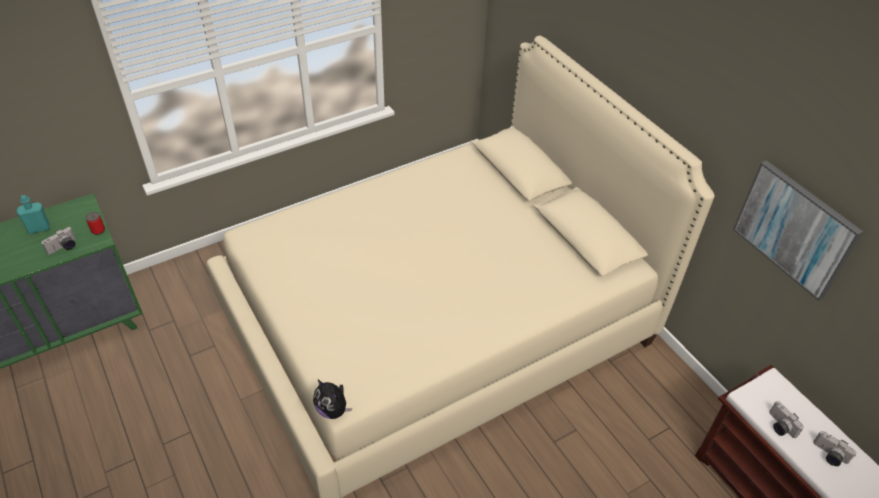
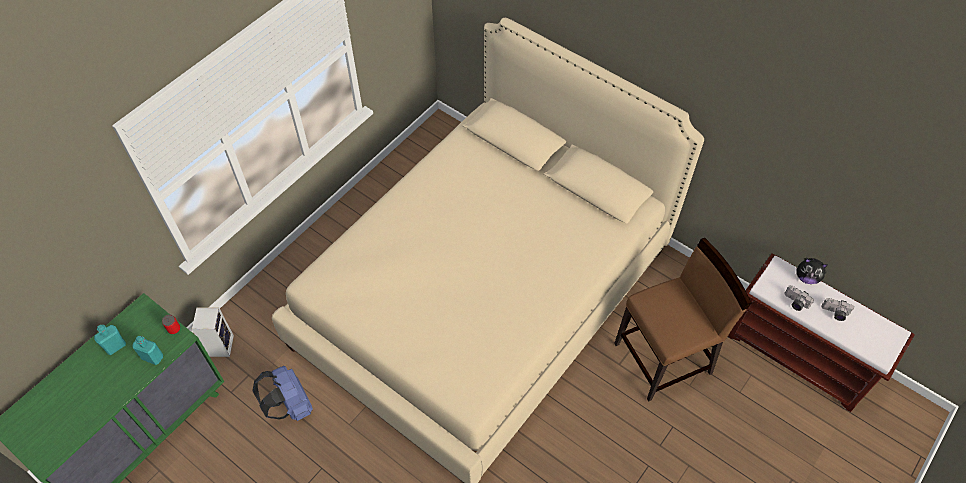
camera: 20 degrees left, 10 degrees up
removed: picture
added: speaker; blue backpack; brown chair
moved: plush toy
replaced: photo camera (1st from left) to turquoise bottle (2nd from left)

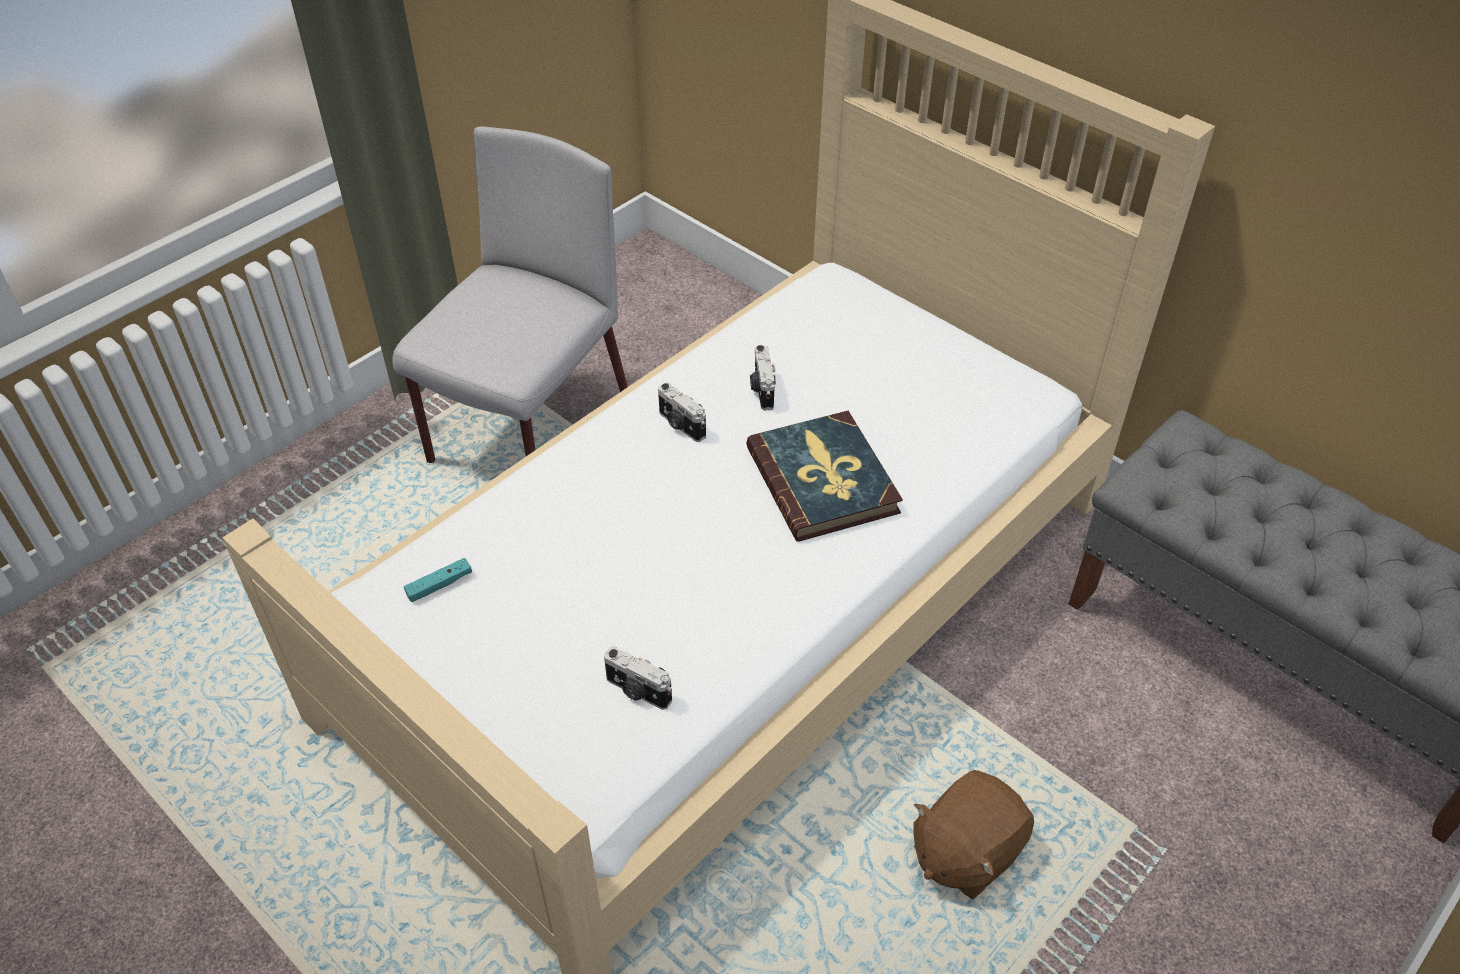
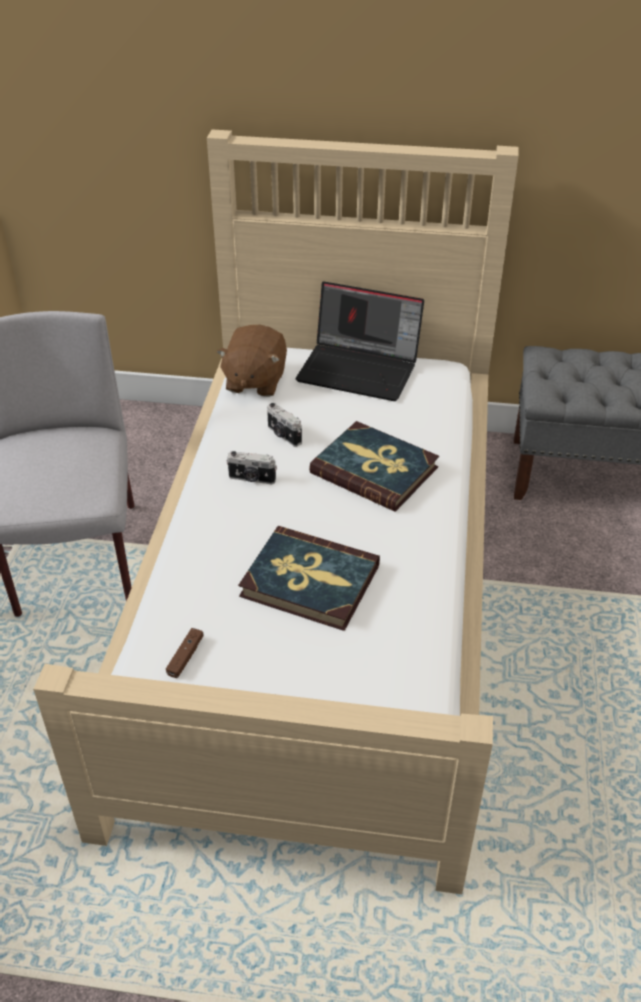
camera: 35 degrees left, 5 degrees down
removed: photo camera (1st from left)
added: book (1st from left); laptop
moved: brown plush toy
recoloured: turquoise game controller to brown game controller

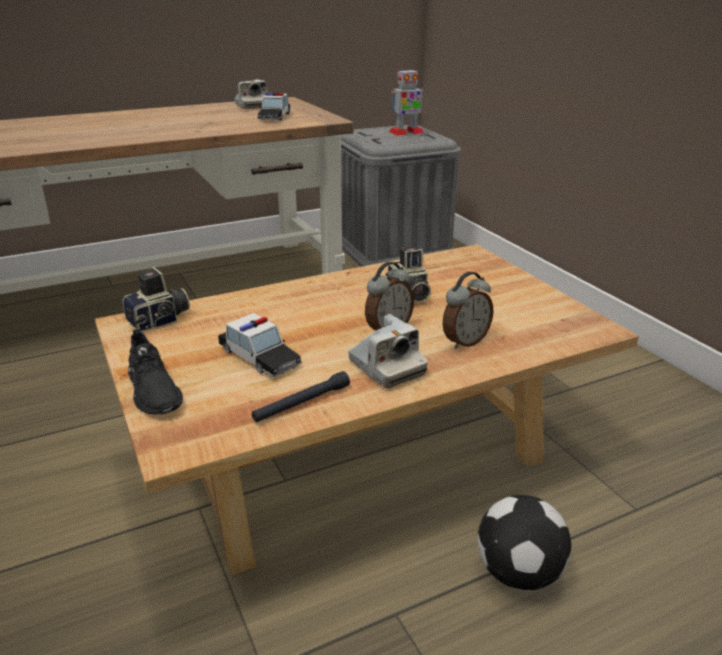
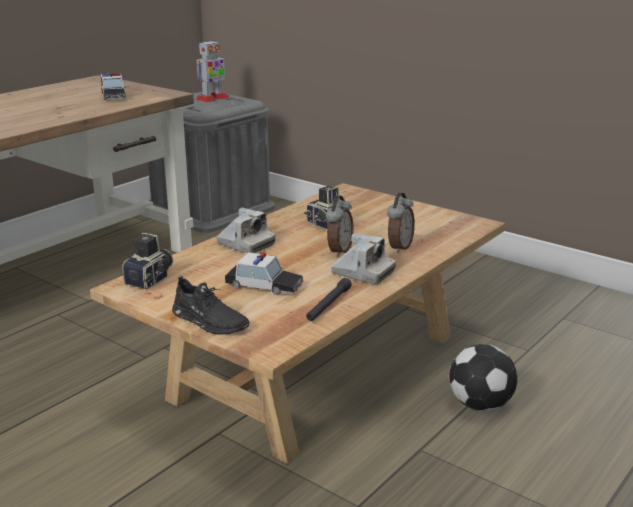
camera: 25 degrees left, 5 degrees down
moved: photo camera (2nd from left)

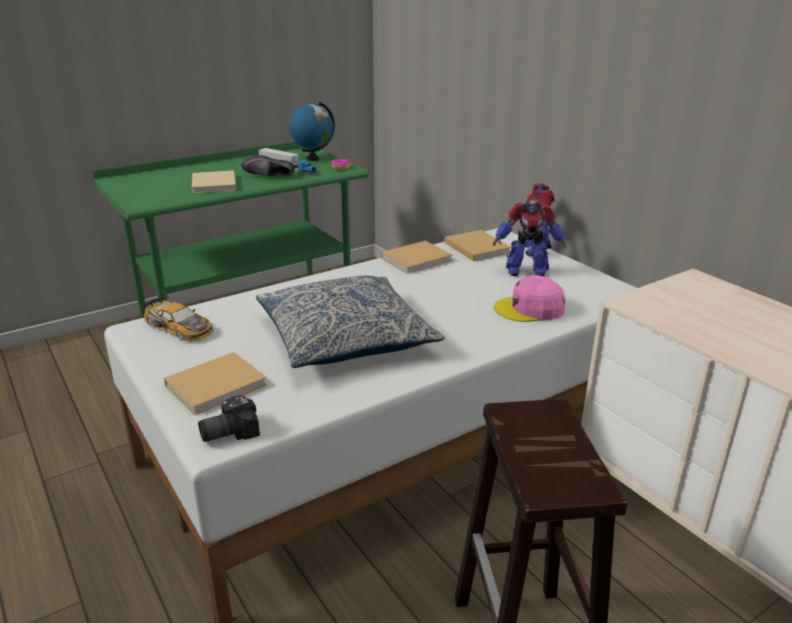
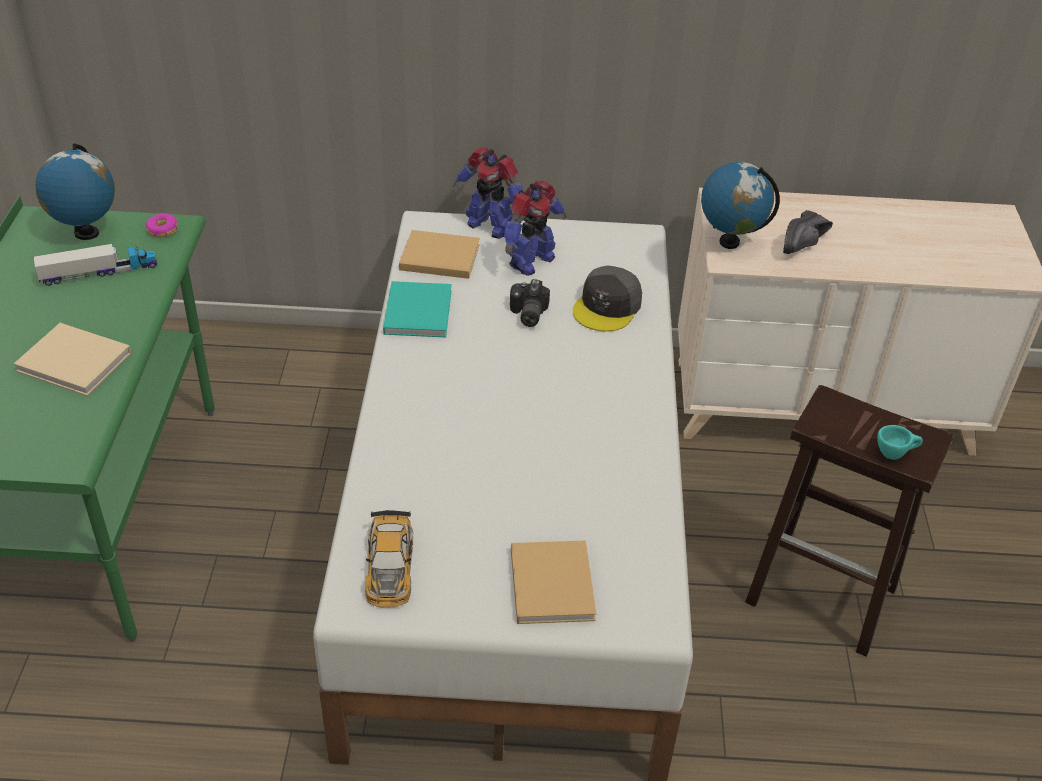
camera: 55 degrees left, 15 degrees up
removed: pillow
added: globe (2nd from left); turquoise cup
moved: photo camera; black shoe
recoloured: beige book (3rd from left) to turquoise book; pink cap to grey cap
turned: toy car 105 degrees clockwise

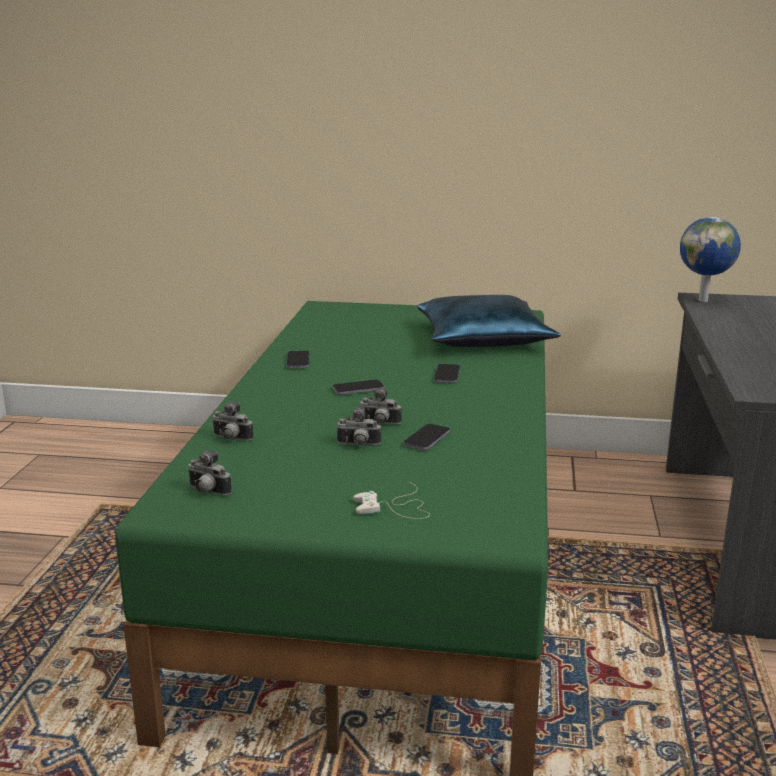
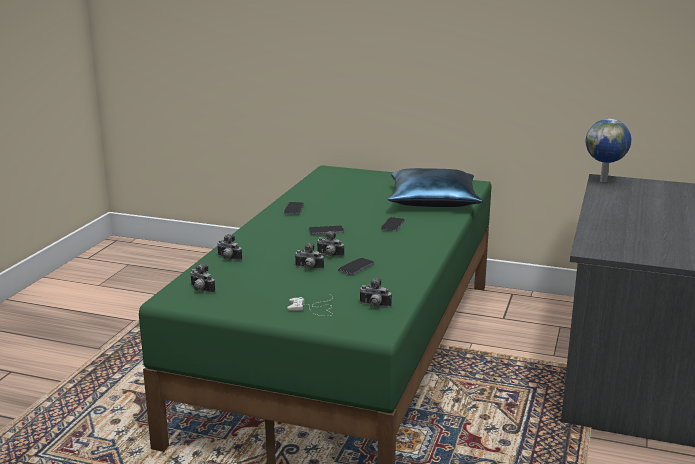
camera: 10 degrees right, 0 degrees up
added: photo camera (5th from left)

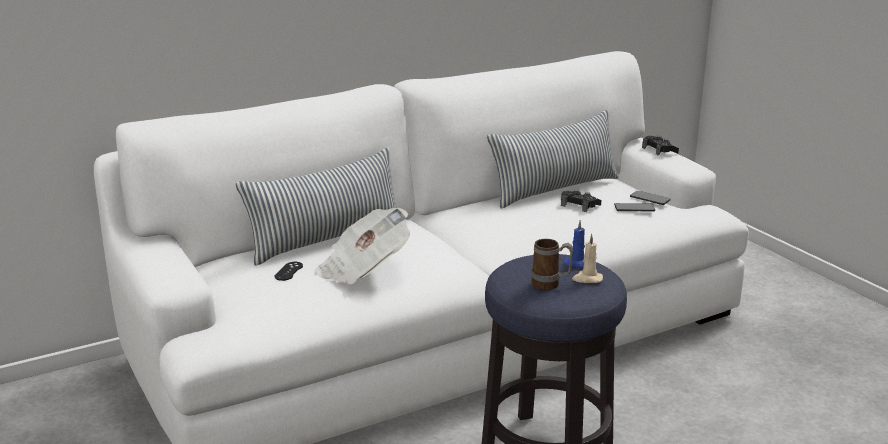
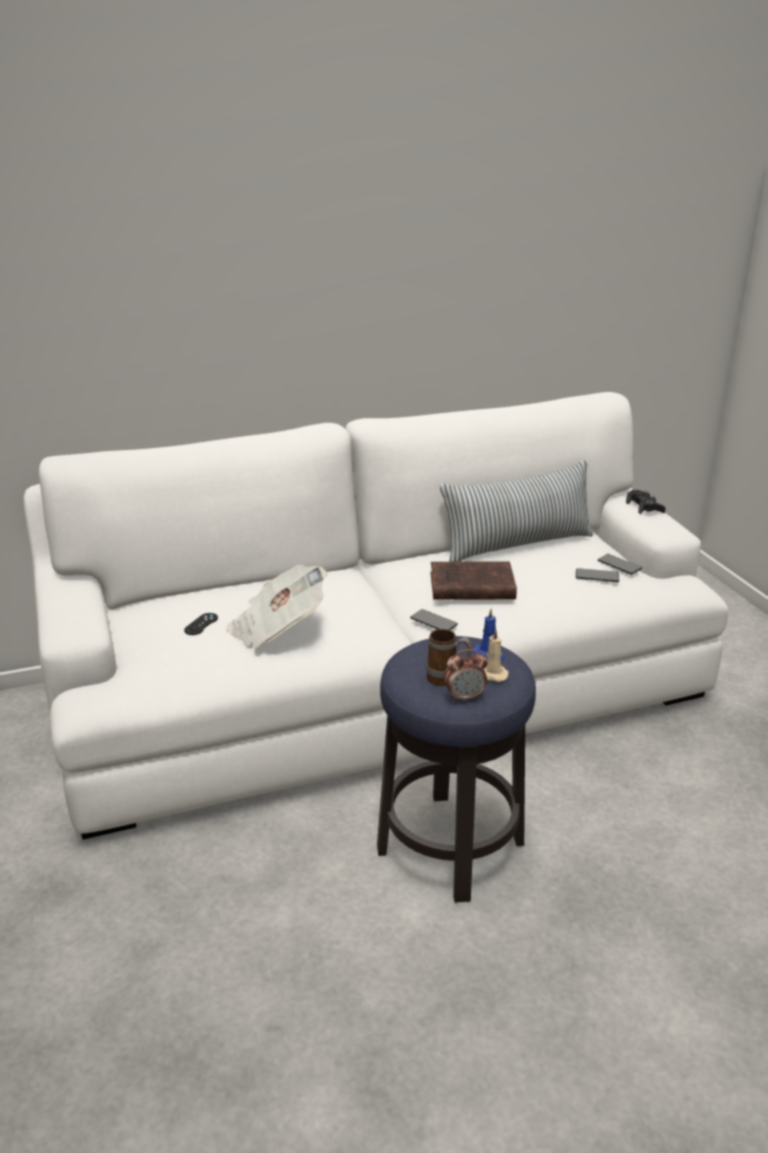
camera: 10 degrees right, 5 degrees up
removed: pillow (1st from left); black game controller (2nd from left)
added: phone (1st from left); brown book; alarm clock

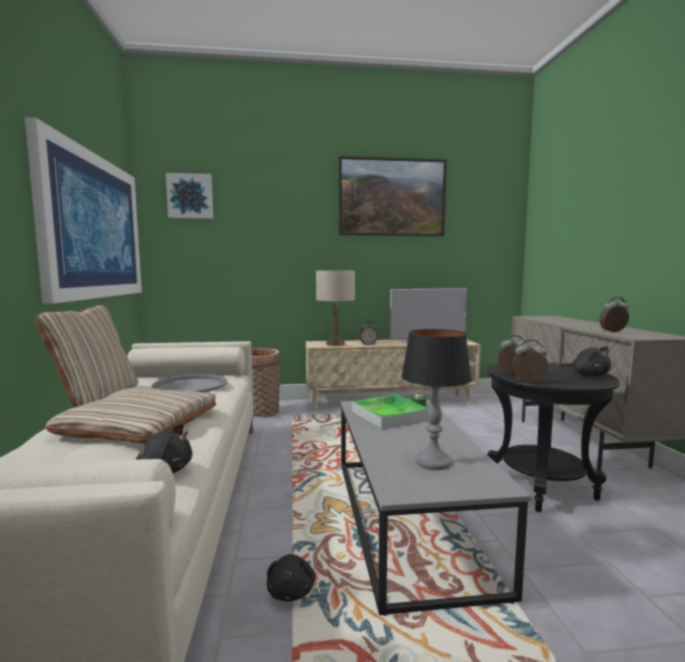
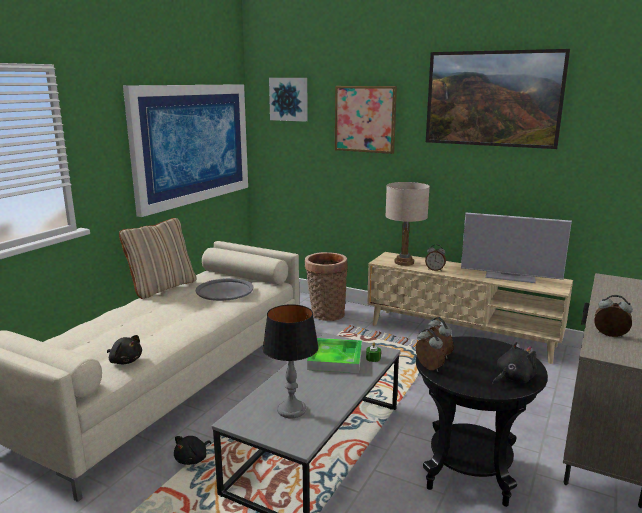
camera: 35 degrees right, 10 degrees up
removed: beige pillow (2nd from left)
added: picture (3rd from left)
turned: black plush toy (3rd from left) 120 degrees counterclockwise

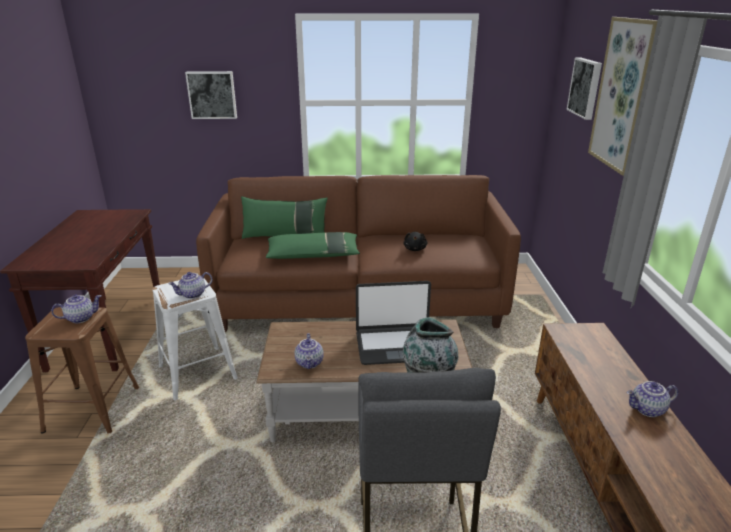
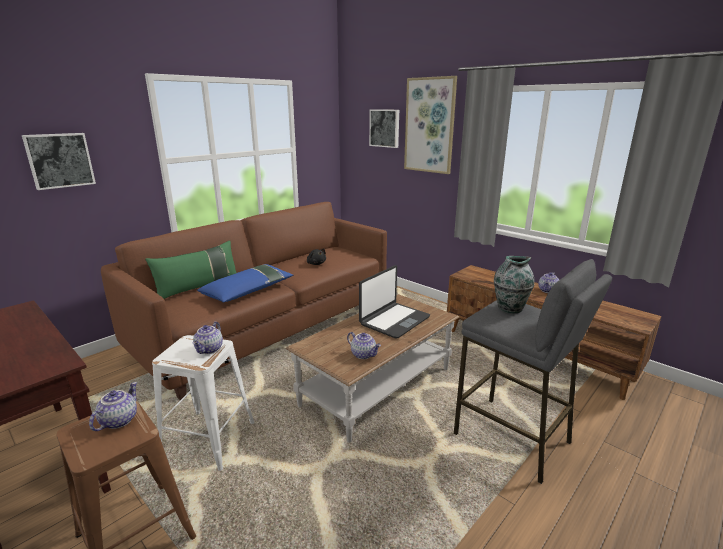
camera: 45 degrees left, 5 degrees down
recoloured: green pillow (2nd from left) to blue pillow

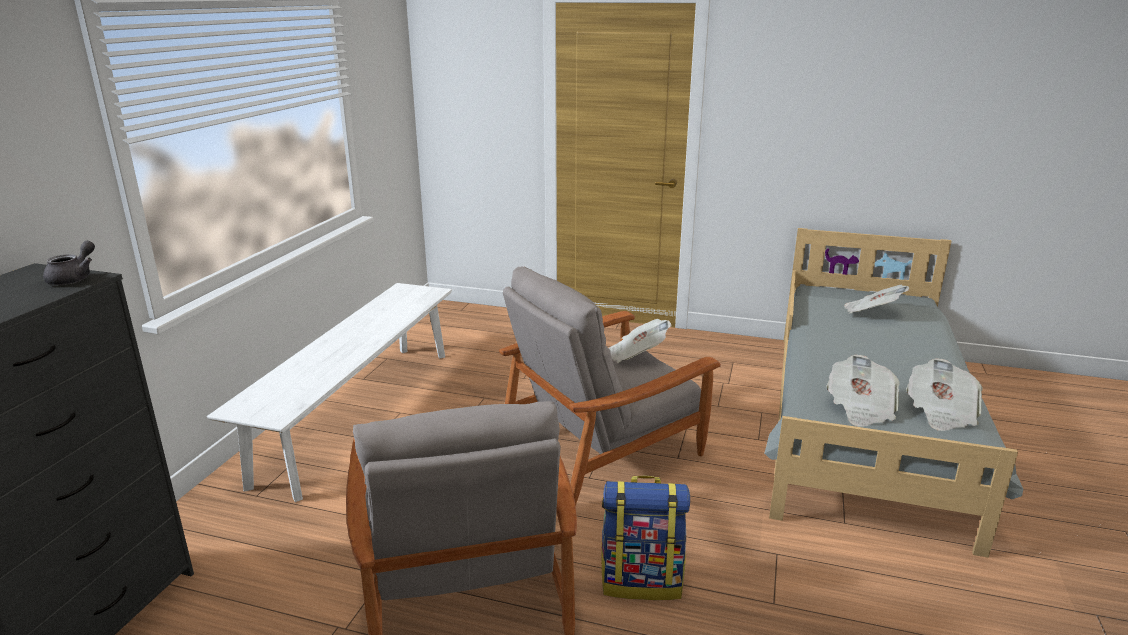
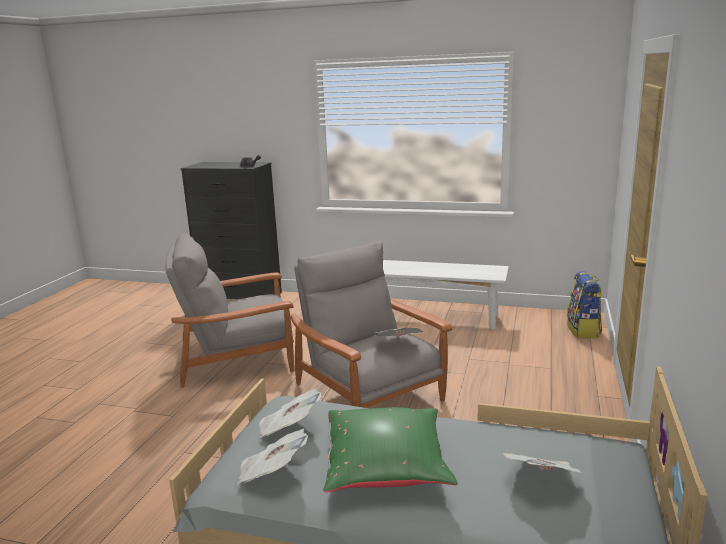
camera: 90 degrees right, 5 degrees down
added: green pillow
moved: backpack

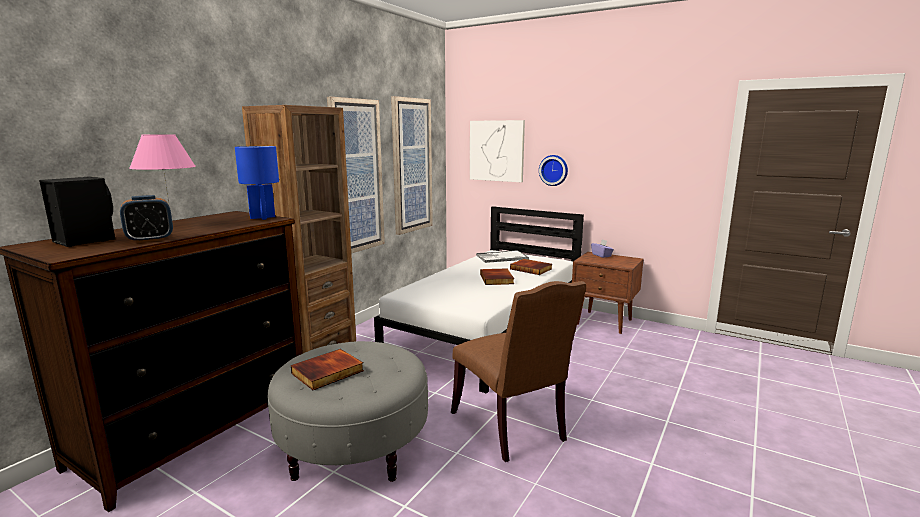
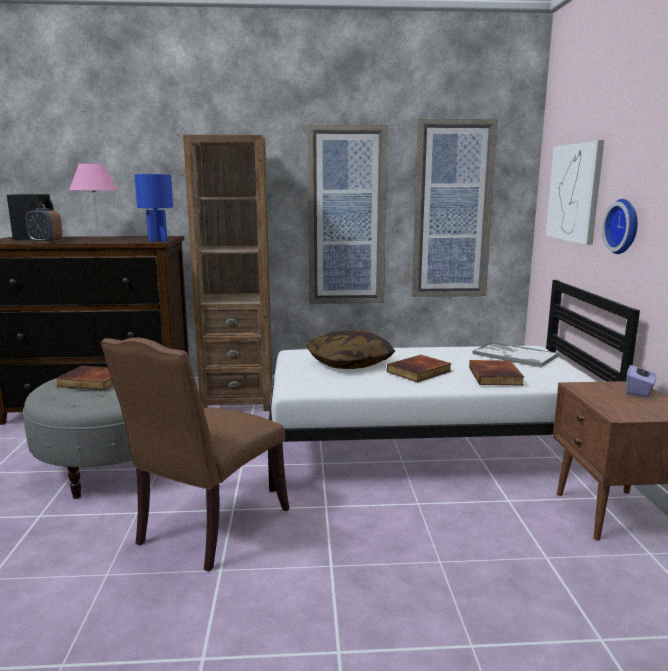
camera: 55 degrees right, 0 degrees up
added: pillow

